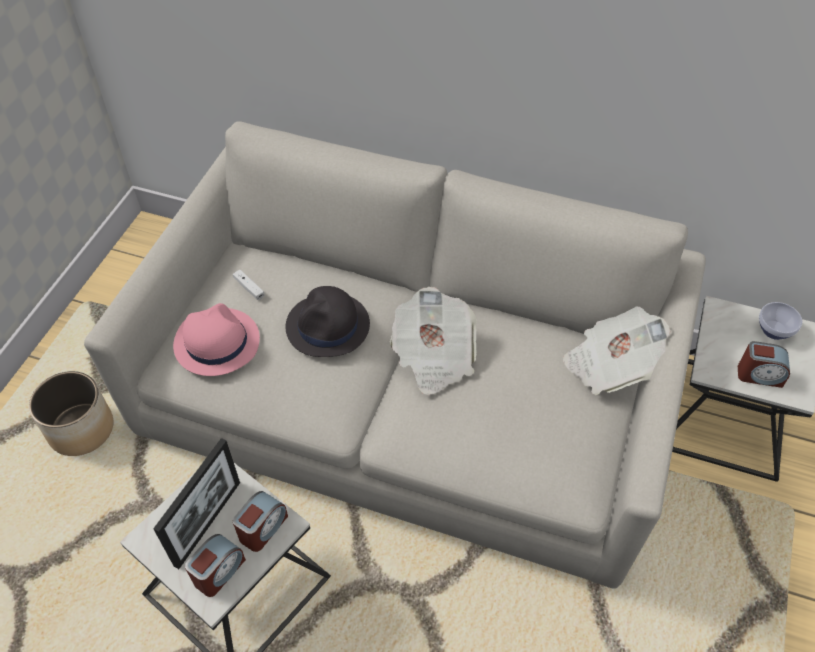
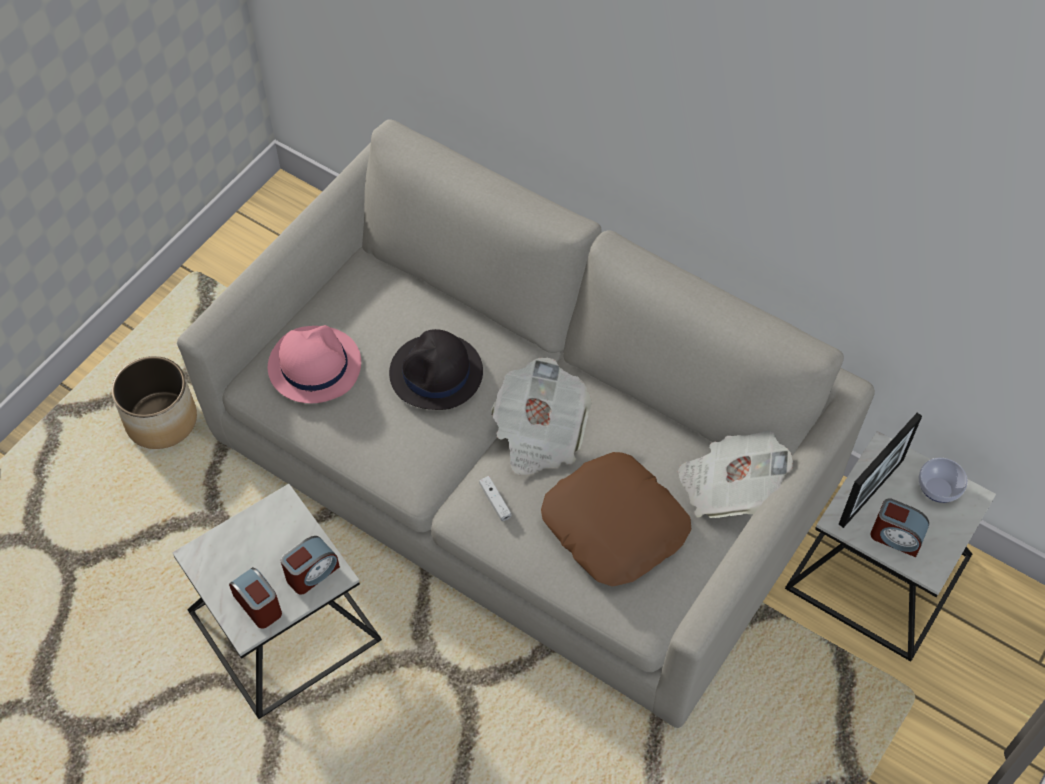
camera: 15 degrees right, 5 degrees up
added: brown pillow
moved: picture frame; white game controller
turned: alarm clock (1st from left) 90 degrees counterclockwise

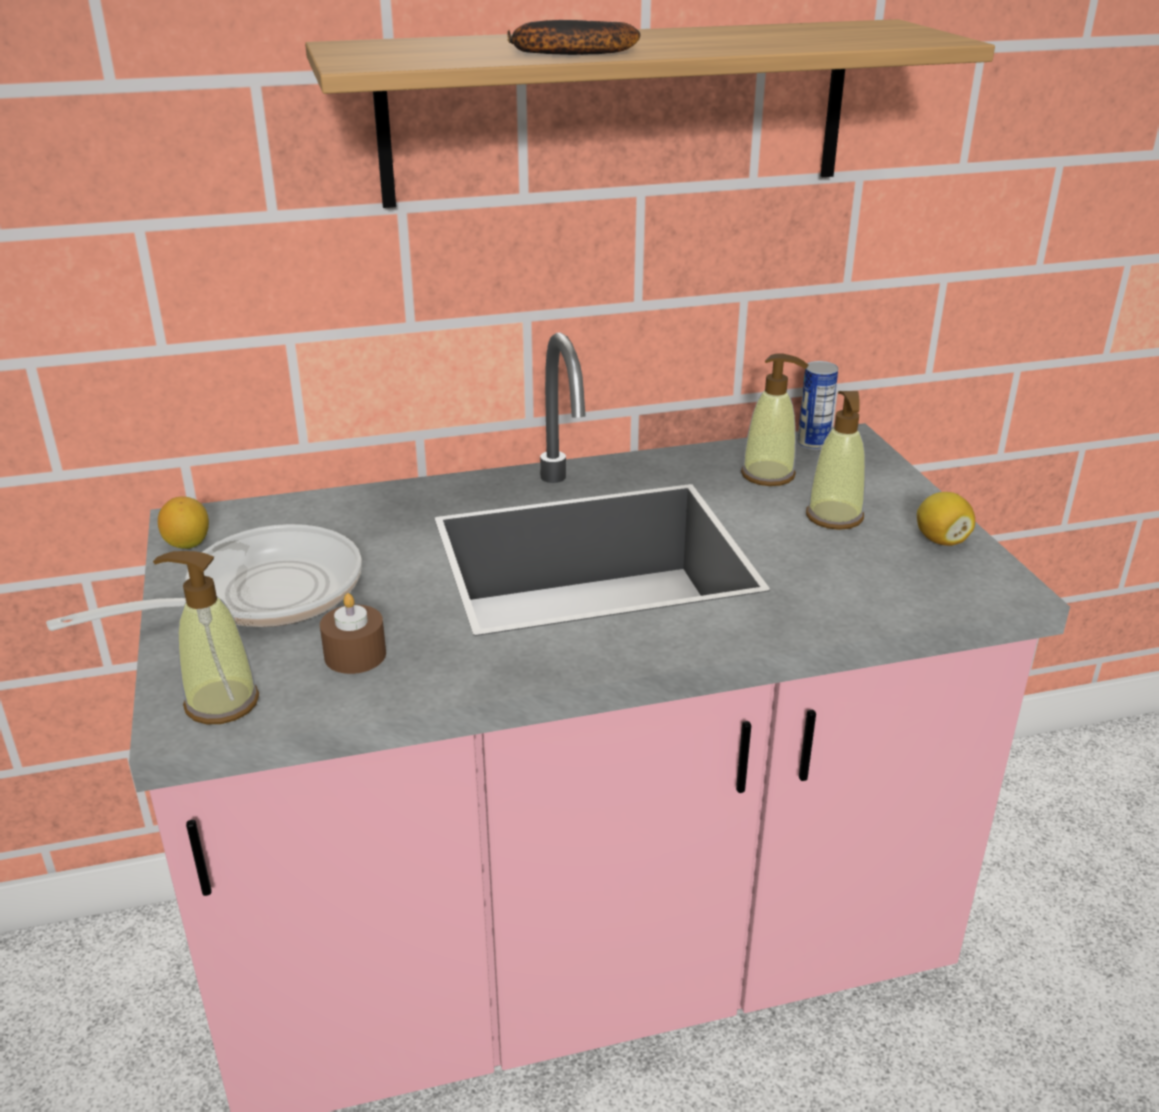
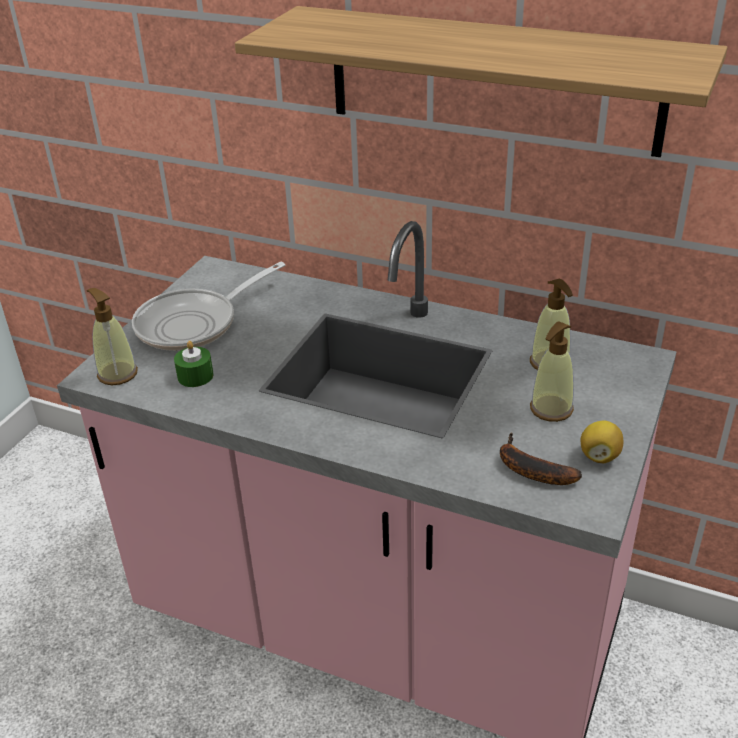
camera: 40 degrees right, 5 degrees up
removed: lemon (1st from left); can
moved: banana
recoloured: brown candle to green candle
turned: frying pan 135 degrees clockwise

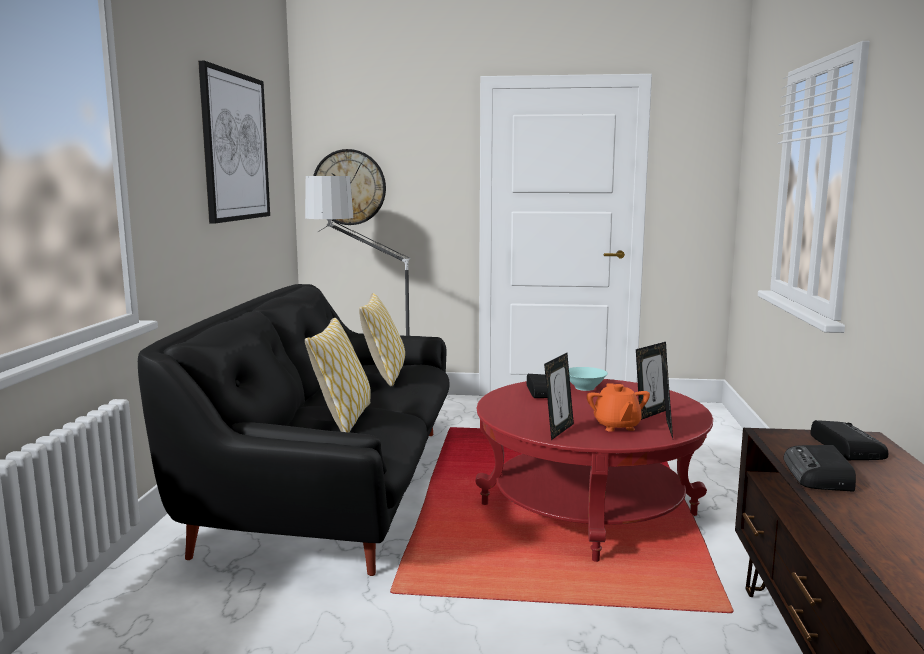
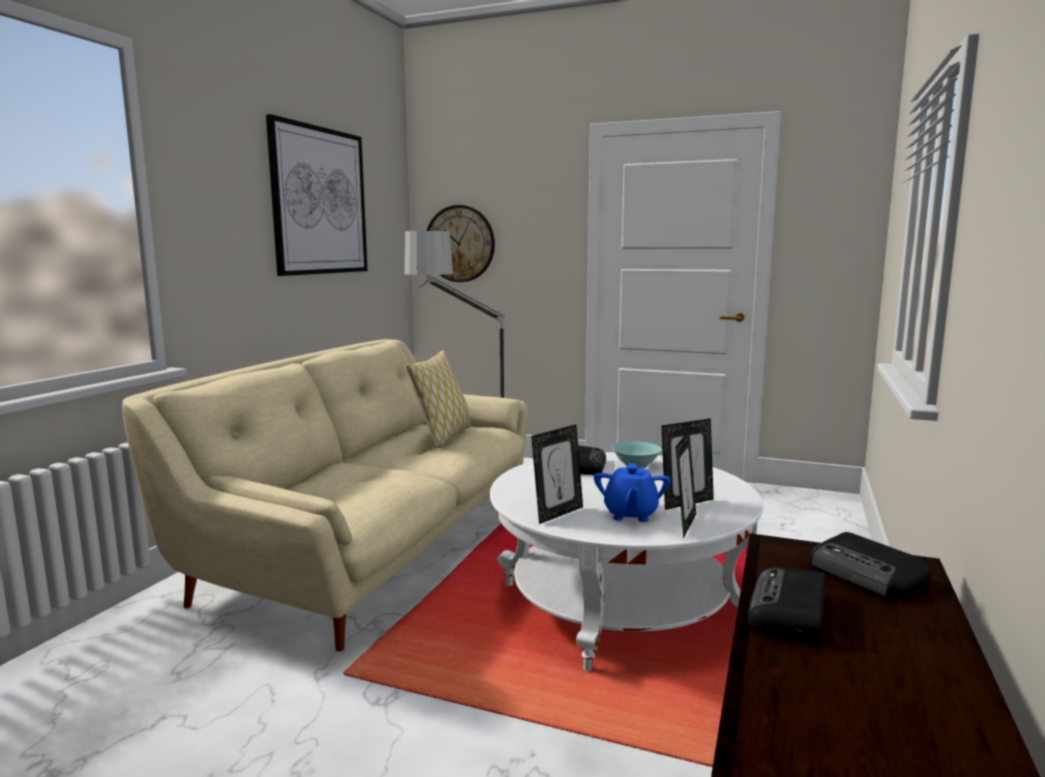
camera: 15 degrees right, 0 degrees up
removed: pillow (1st from left)
recoloured: black sofa to beige sofa; red coffee table to white coffee table; orange teapot to blue teapot
turned: radio (3rd from left) 135 degrees clockwise

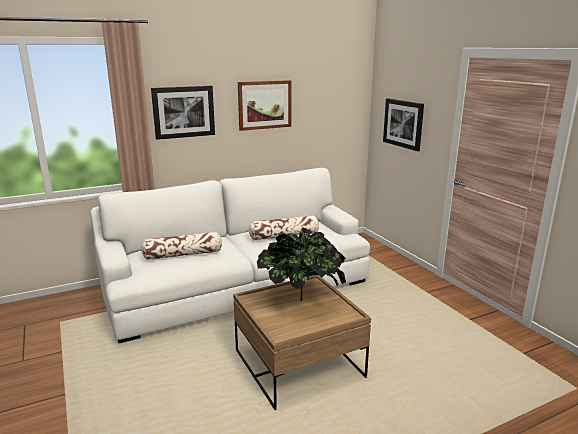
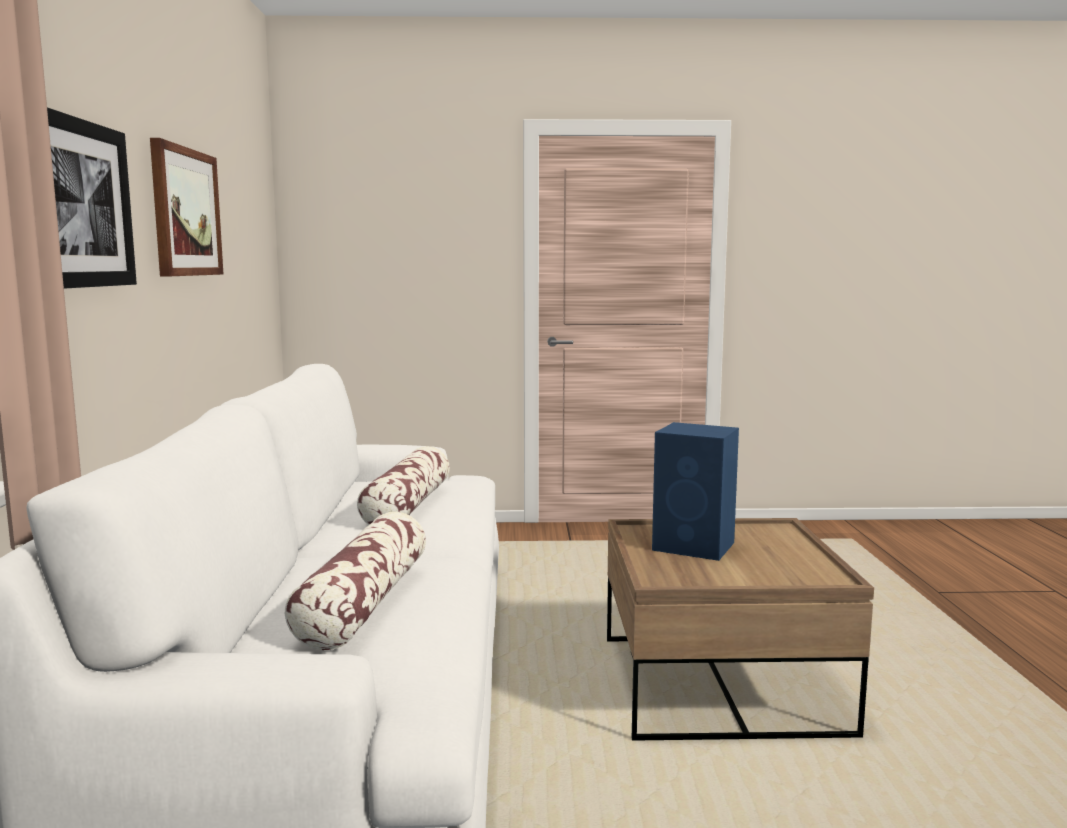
camera: 65 degrees left, 10 degrees down
removed: picture (3rd from left)
replaced: potted plant to blue speaker

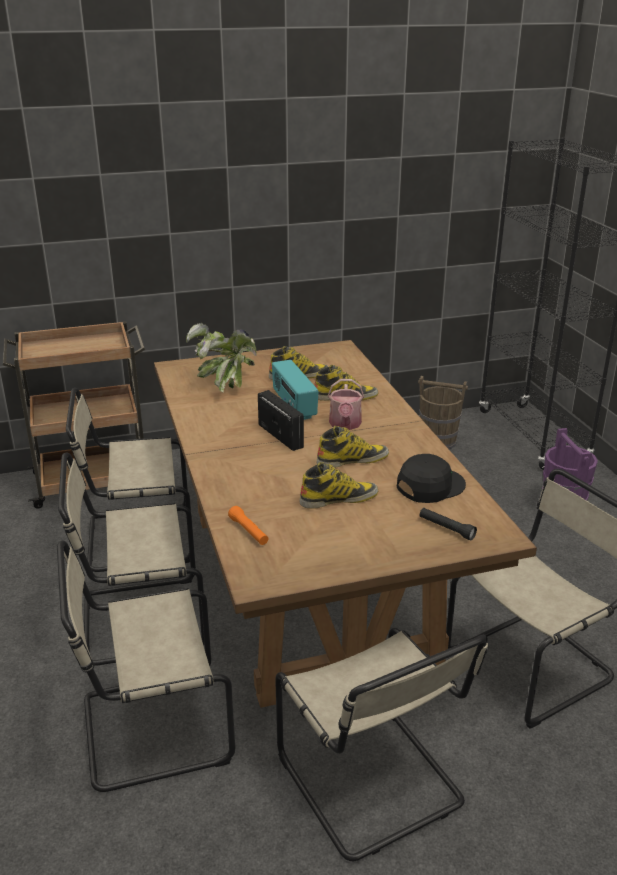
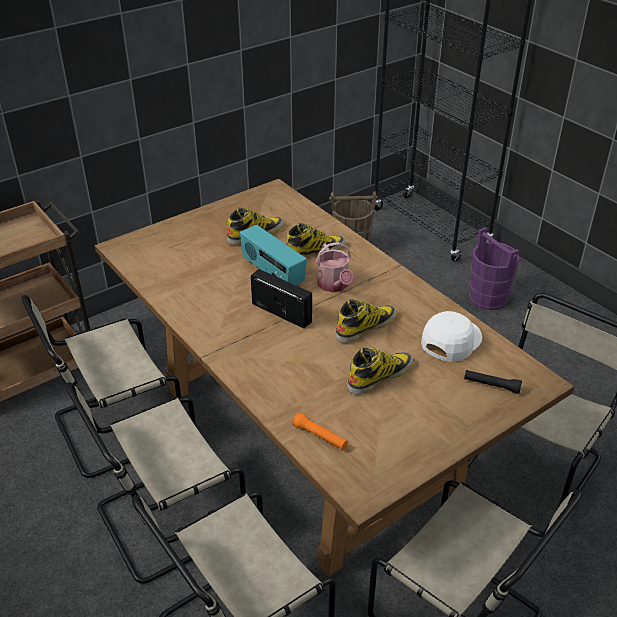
camera: 20 degrees left, 10 degrees up
removed: potted plant
recoloured: black cap to white cap

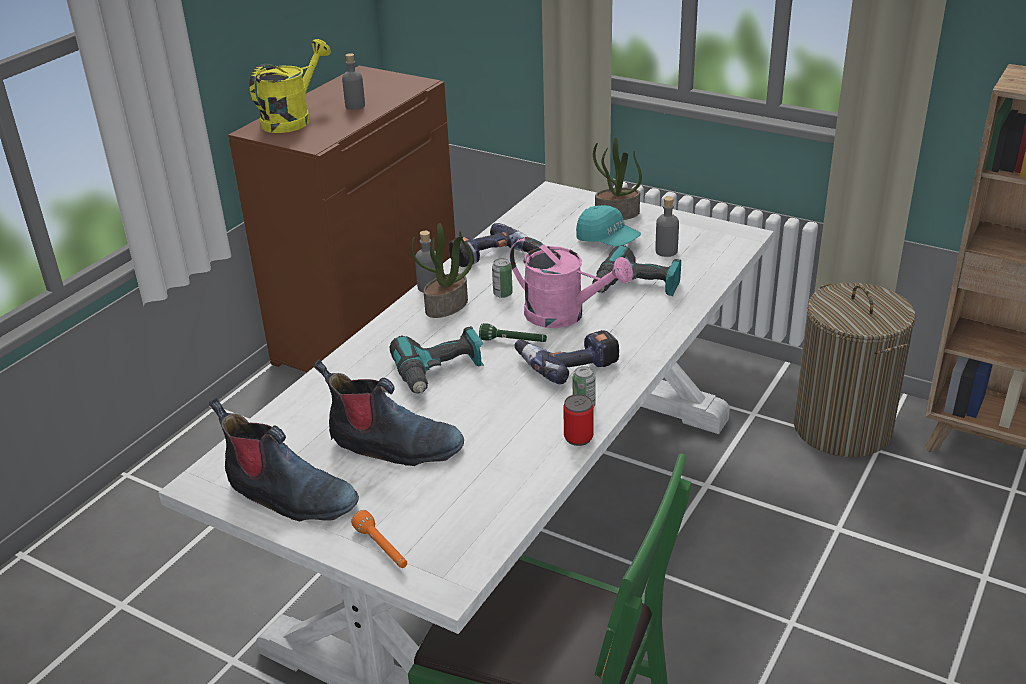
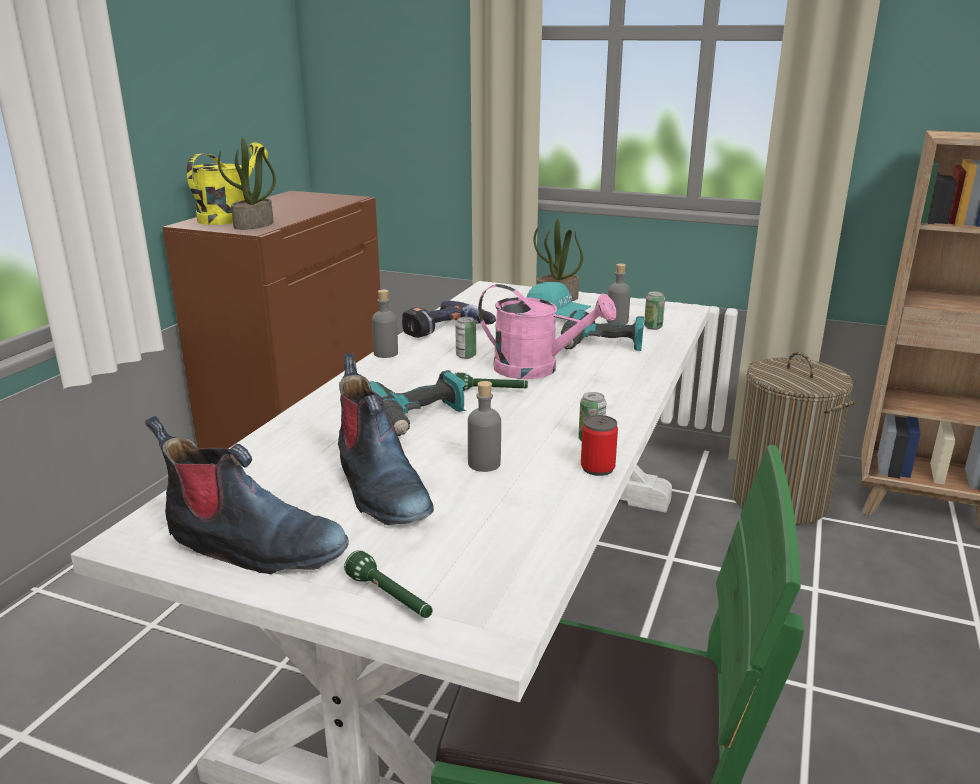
camera: 10 degrees left, 10 degrees down
removed: power drill (3rd from left)
added: can (4th from left)
moved: grey bottle (1st from left in the first image) to grey bottle (2nd from left); potted plant (1st from left)
recoloured: orange flashlight to green flashlight (1st from left)
turned: boot (2nd from left) 60 degrees clockwise

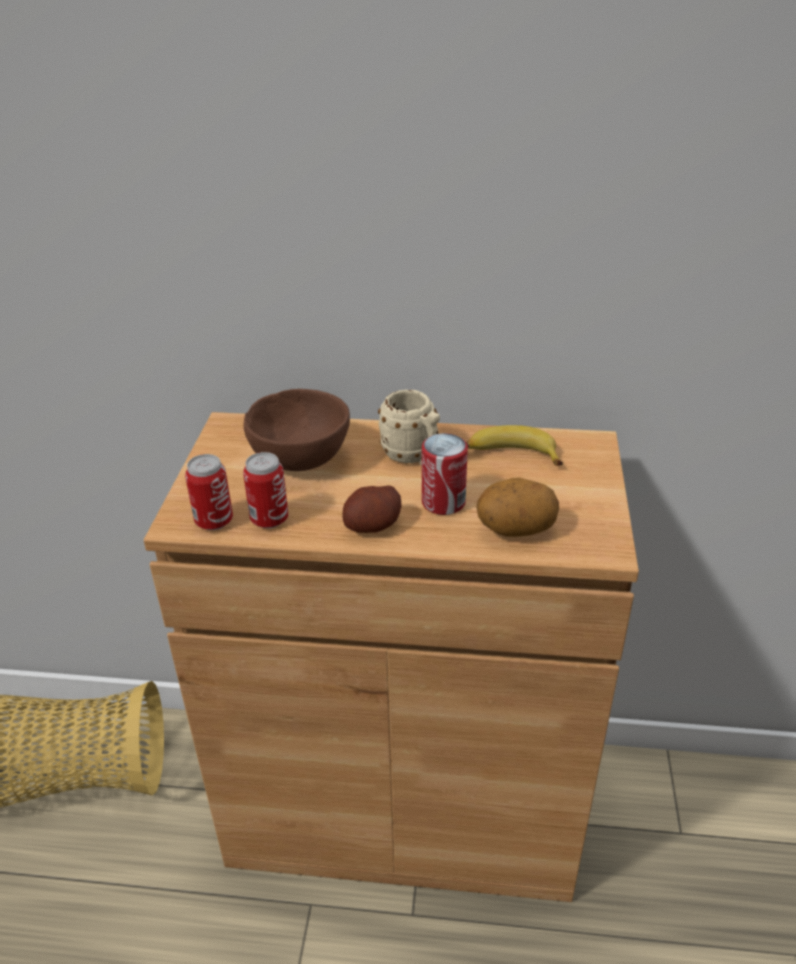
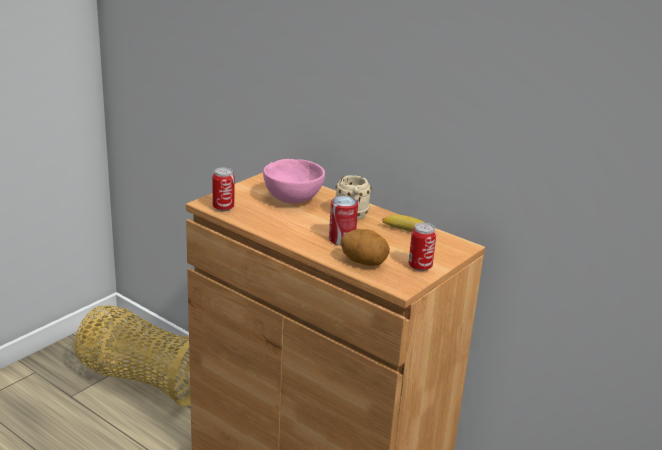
camera: 30 degrees right, 10 degrees down
removed: potato (1st from left)
moved: can (2nd from left in the first image) to can (3rd from left)
recoloured: brown bowl to pink bowl

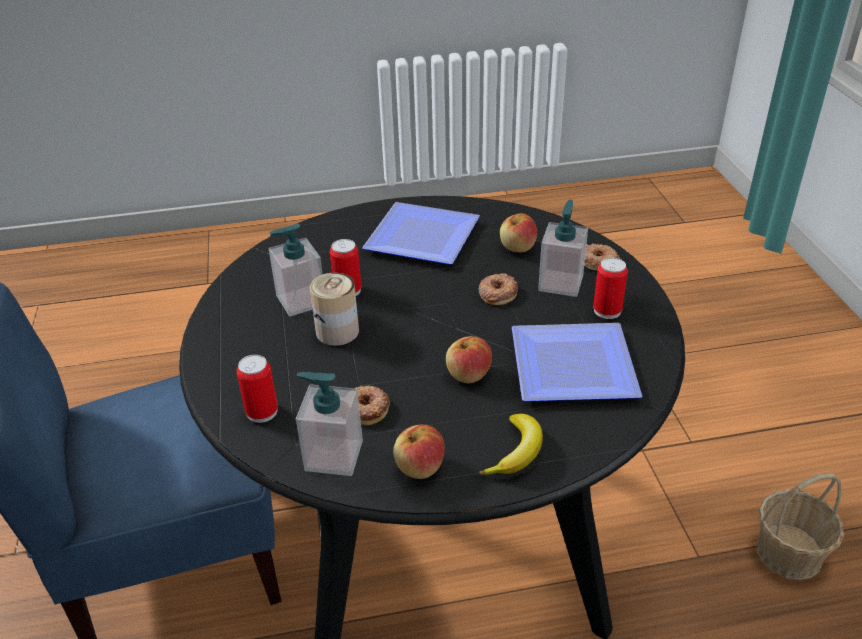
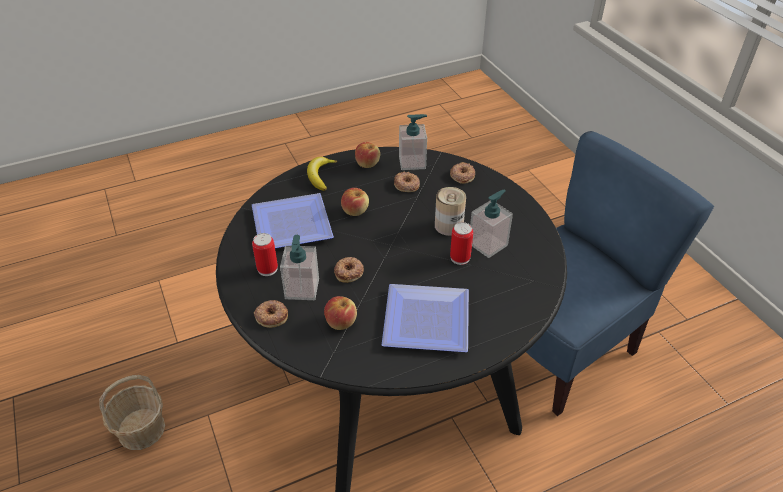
camera: 165 degrees right, 5 degrees up
replaced: can (1st from left) to donut (4th from left)

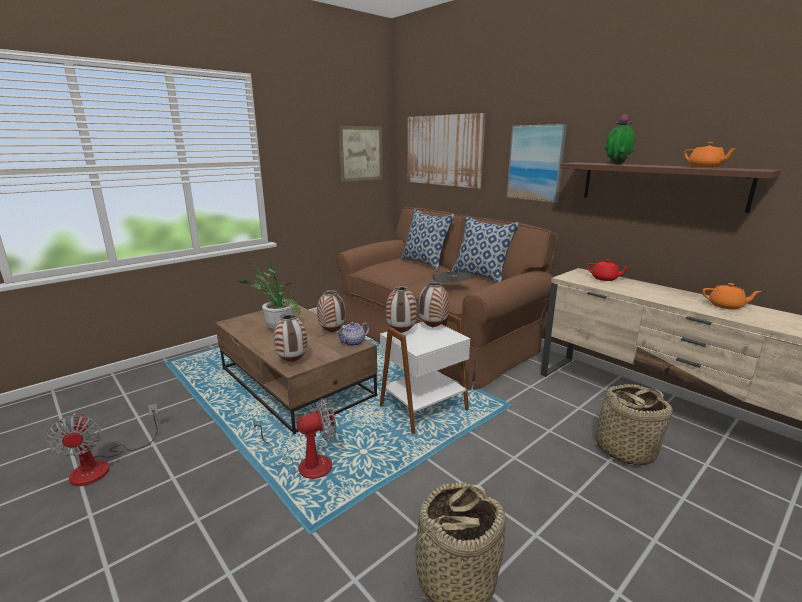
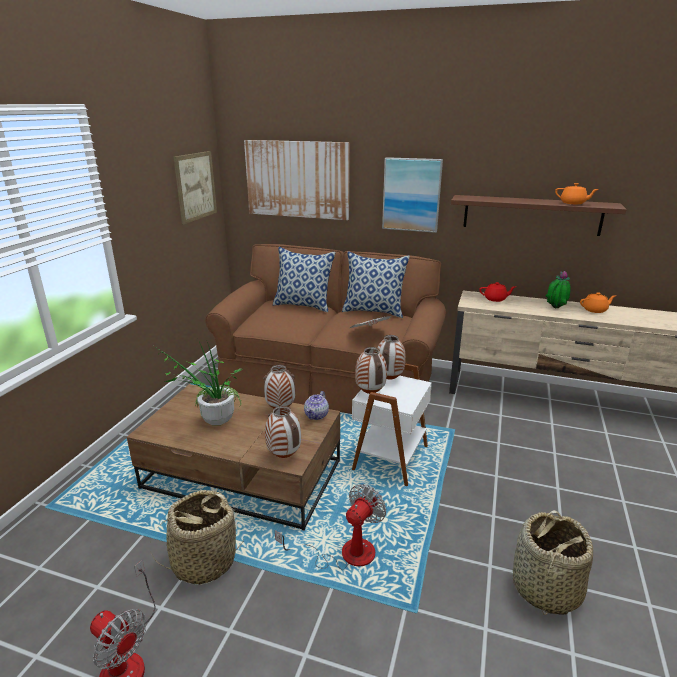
camera: 30 degrees left, 5 degrees up
moved: basket (2nd from left in the first image) to basket (1st from left); potted plant (2nd from left)

